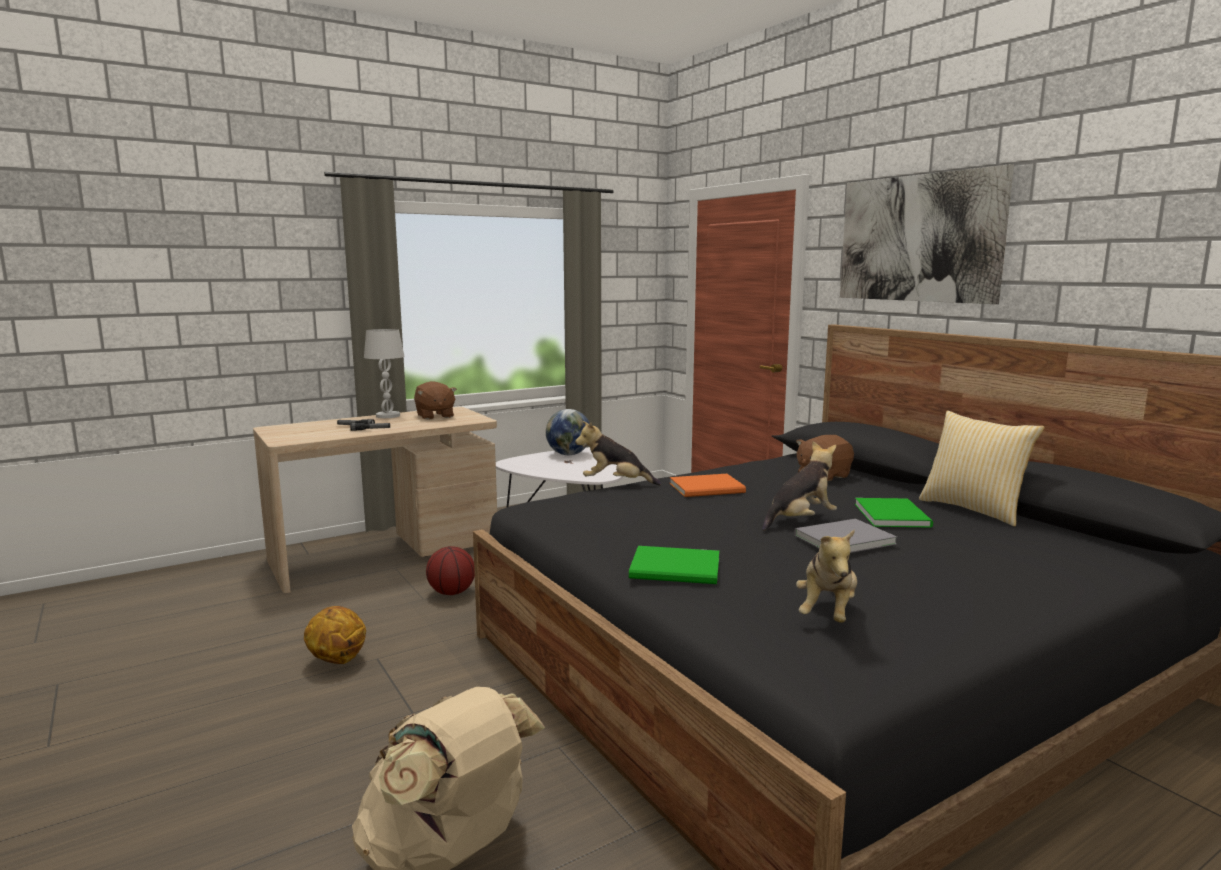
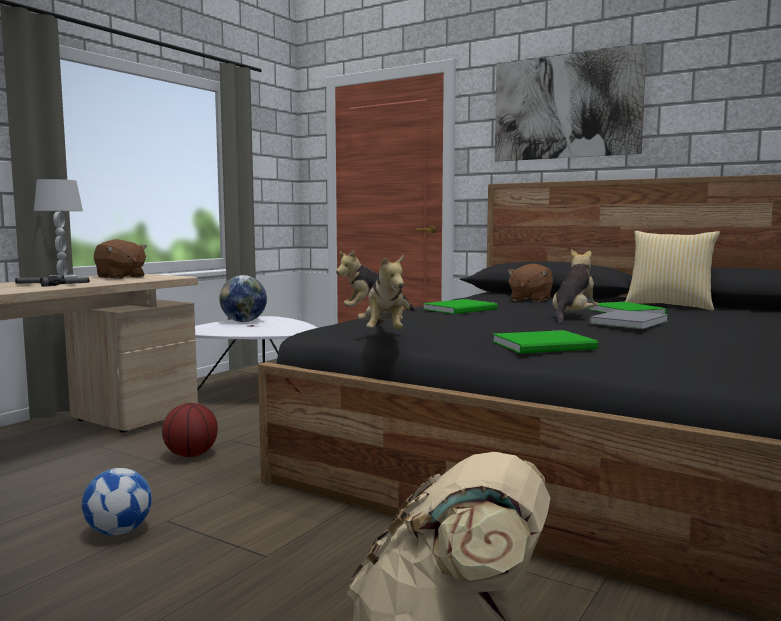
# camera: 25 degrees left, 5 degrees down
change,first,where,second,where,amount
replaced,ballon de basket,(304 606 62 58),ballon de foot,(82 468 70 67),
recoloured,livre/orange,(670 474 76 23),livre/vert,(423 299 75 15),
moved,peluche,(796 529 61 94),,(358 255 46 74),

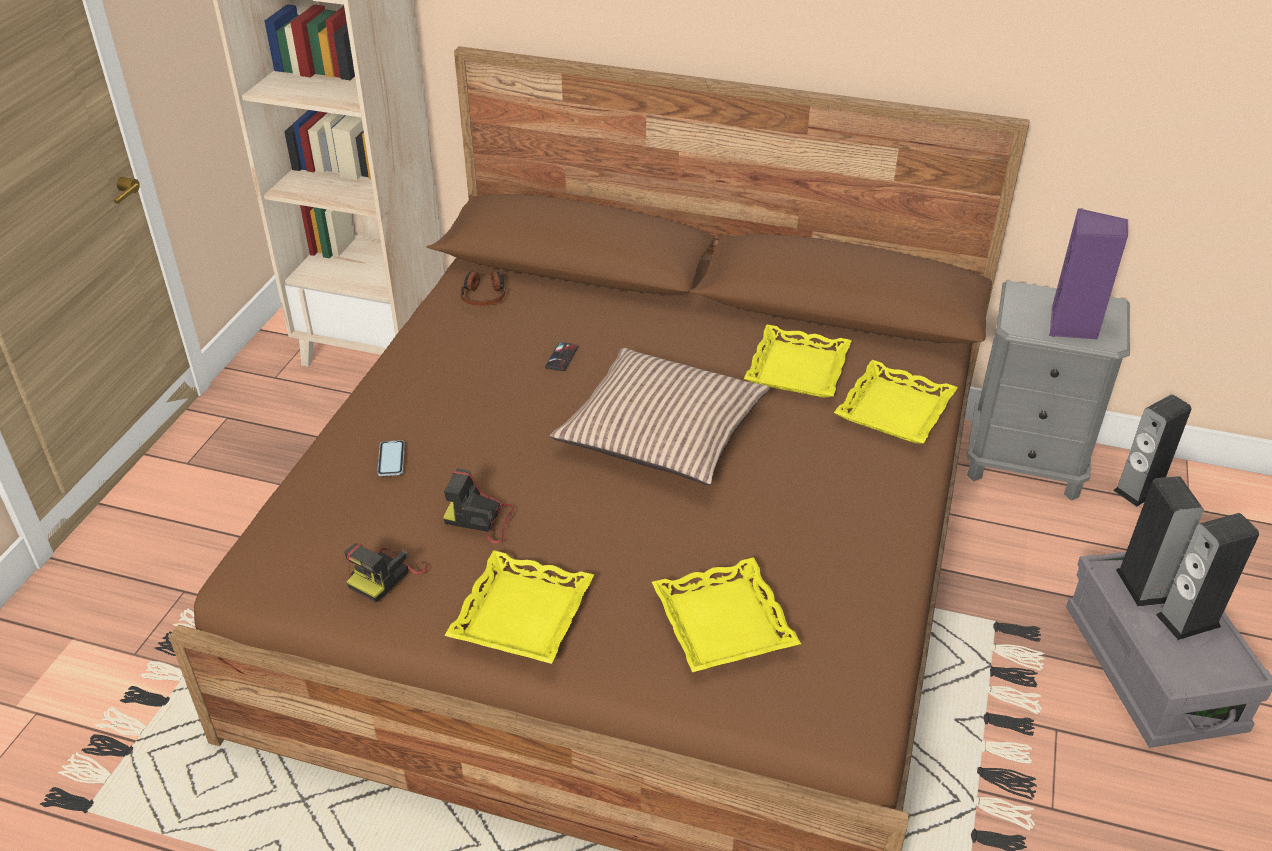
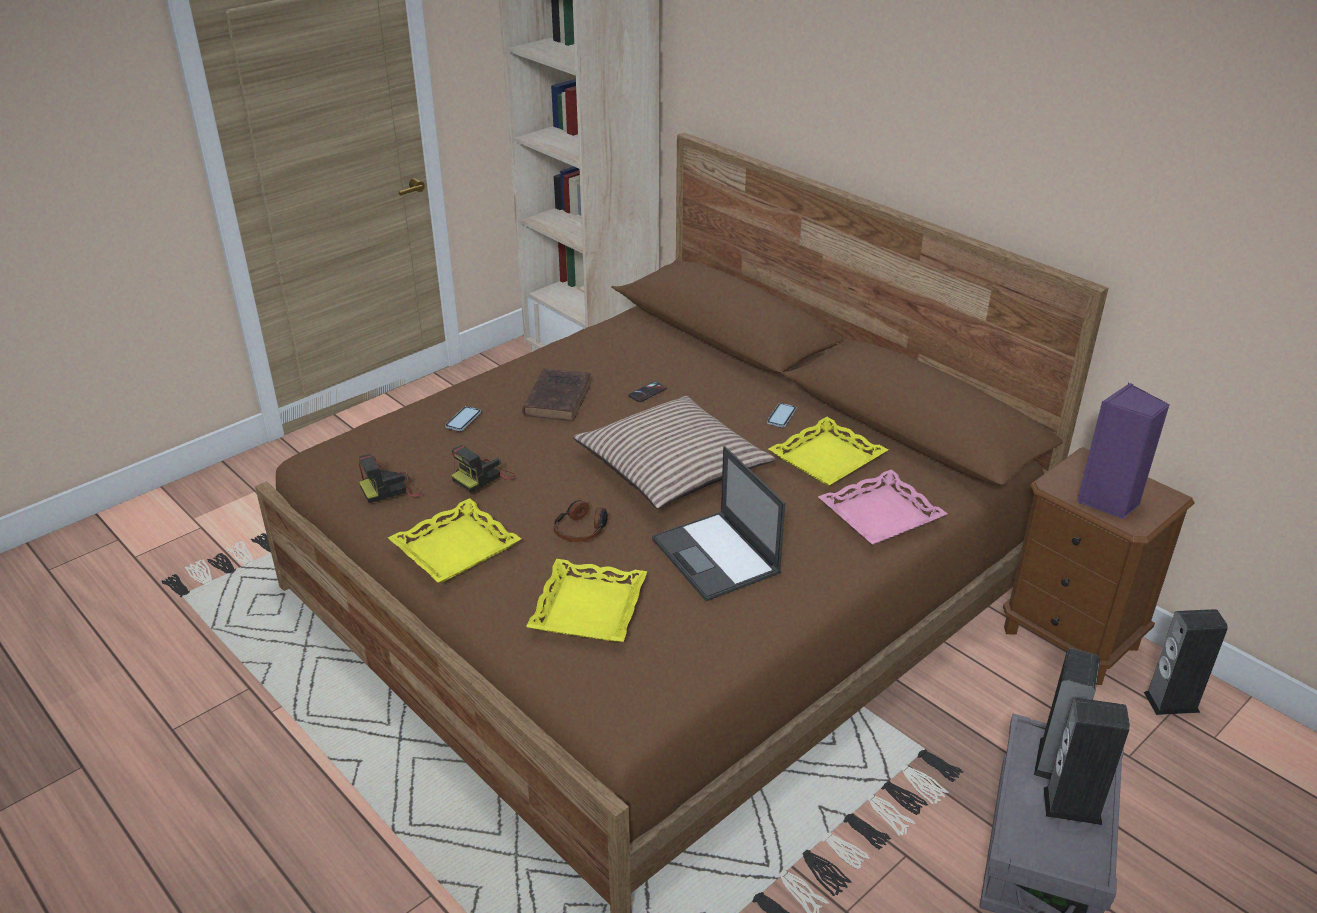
# camera: 30 degrees right, 5 degrees down
change,first,where,second,where,amount
turned,appareil photo,(443 468 71 75),,(451 445 64 48),90 degrees counterclockwise
moved,casque audio,(460 271 46 35),,(553 500 55 42),
recoloured,plateau/jaune,(834 360 124 84),plateau/rose,(818 469 130 76),
recoloured,table de chevet/gris,(967 281 163 220),table de chevet/marron,(1003 447 192 238),
added,,,livre/marron,(522 368 69 54),
added,,,ordinateur portable,(652 446 133 155),
added,,,téléphone,(767 403 30 24),

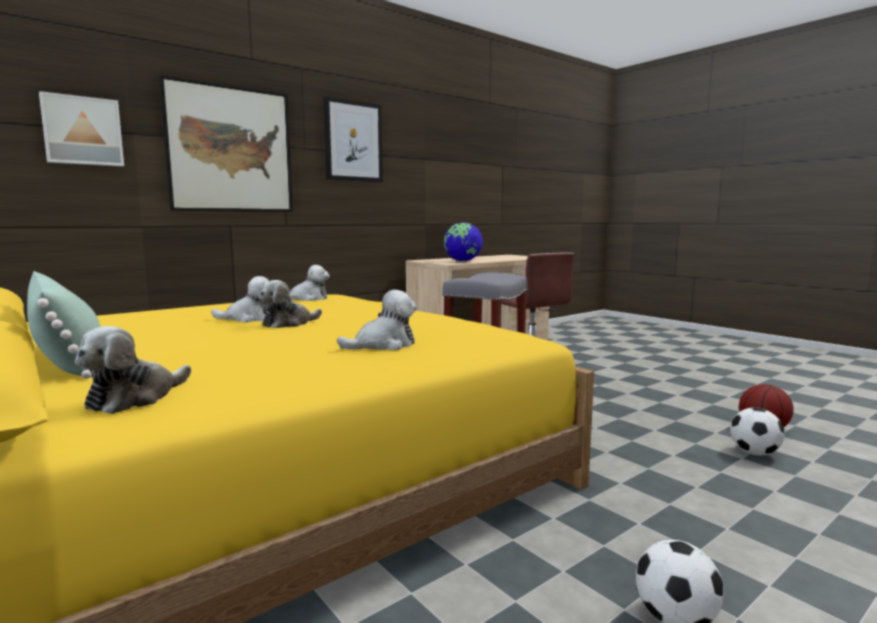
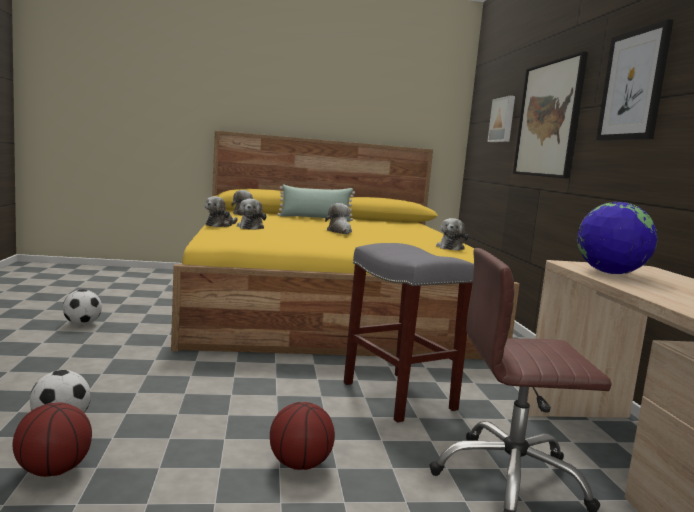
# camera: 120 degrees right, 0 degrees up
change,first,where,second,where,amount
moved,peluche,(211 276 58 46),,(205 196 33 31),
added,,,ballon de basket,(270 402 65 68),

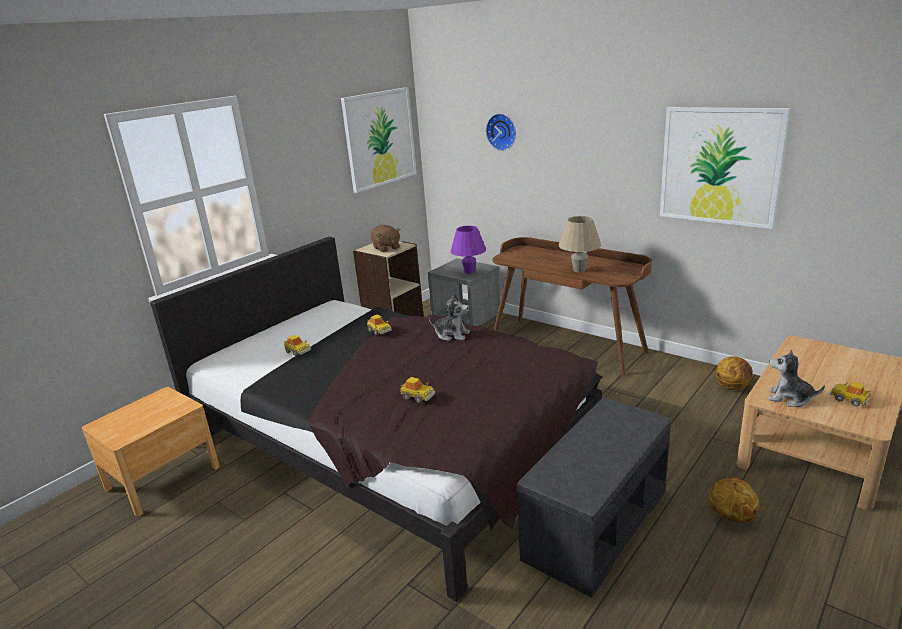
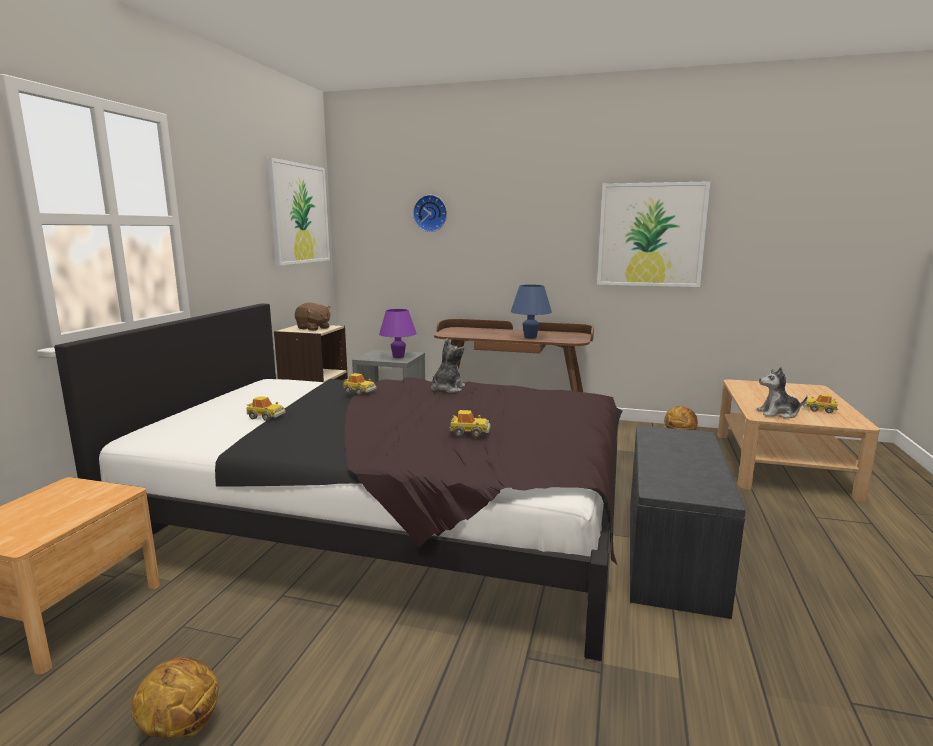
# camera: 25 degrees left, 10 degrees down
change,first,where,second,where,amount
turned,peluche,(429 293 41 48),,(431 339 34 54),60 degrees counterclockwise
recoloured,lampe de table/beige,(559 216 42 56),lampe de table/bleu,(511 284 41 55),
moved,ballon de basket,(709 477 50 46),,(131 657 88 81),

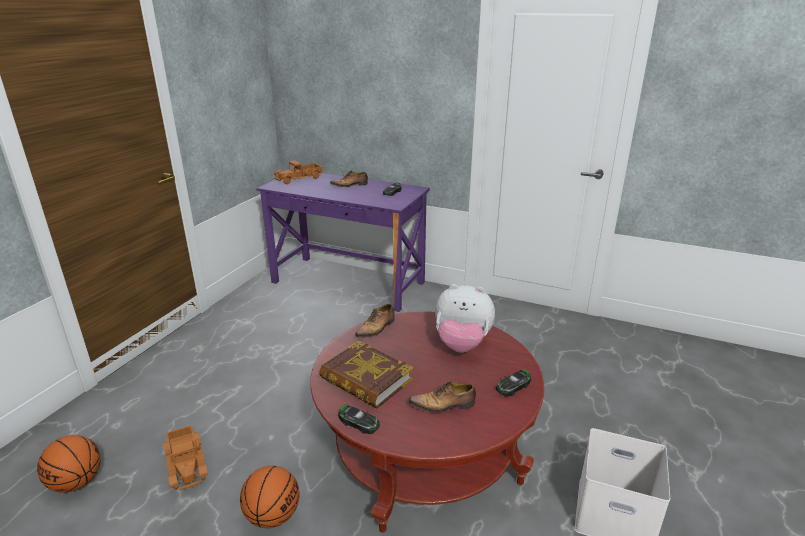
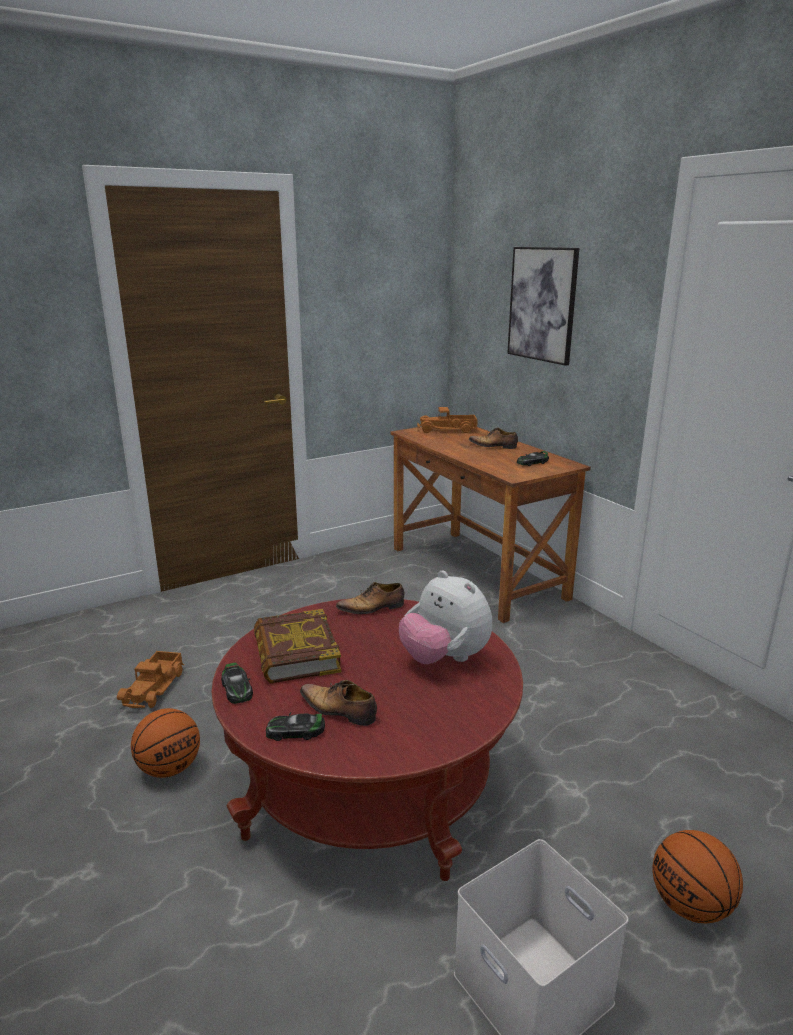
# camera: 35 degrees right, 5 degrees down
change,first,where,second,where,amount
moved,ballon de basket,(37 435 64 57),,(652 830 91 93),
recoloured,bureau/violet,(257 173 173 139),bureau/marron,(390 427 201 196),
moved,petite voiture,(496 369 35 28),,(266 712 59 29),
added,,,tableau,(507 247 72 119),

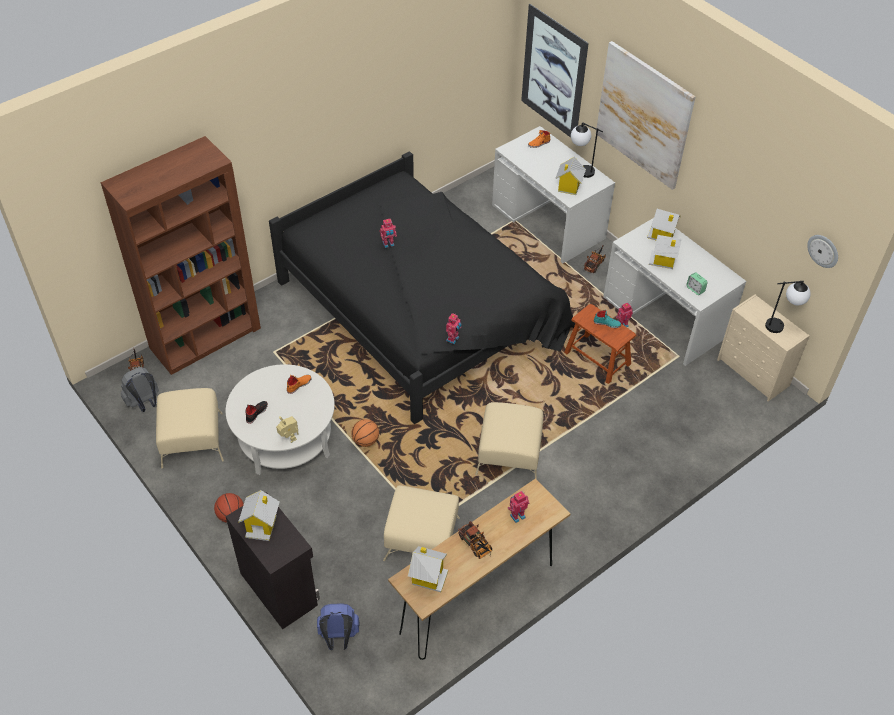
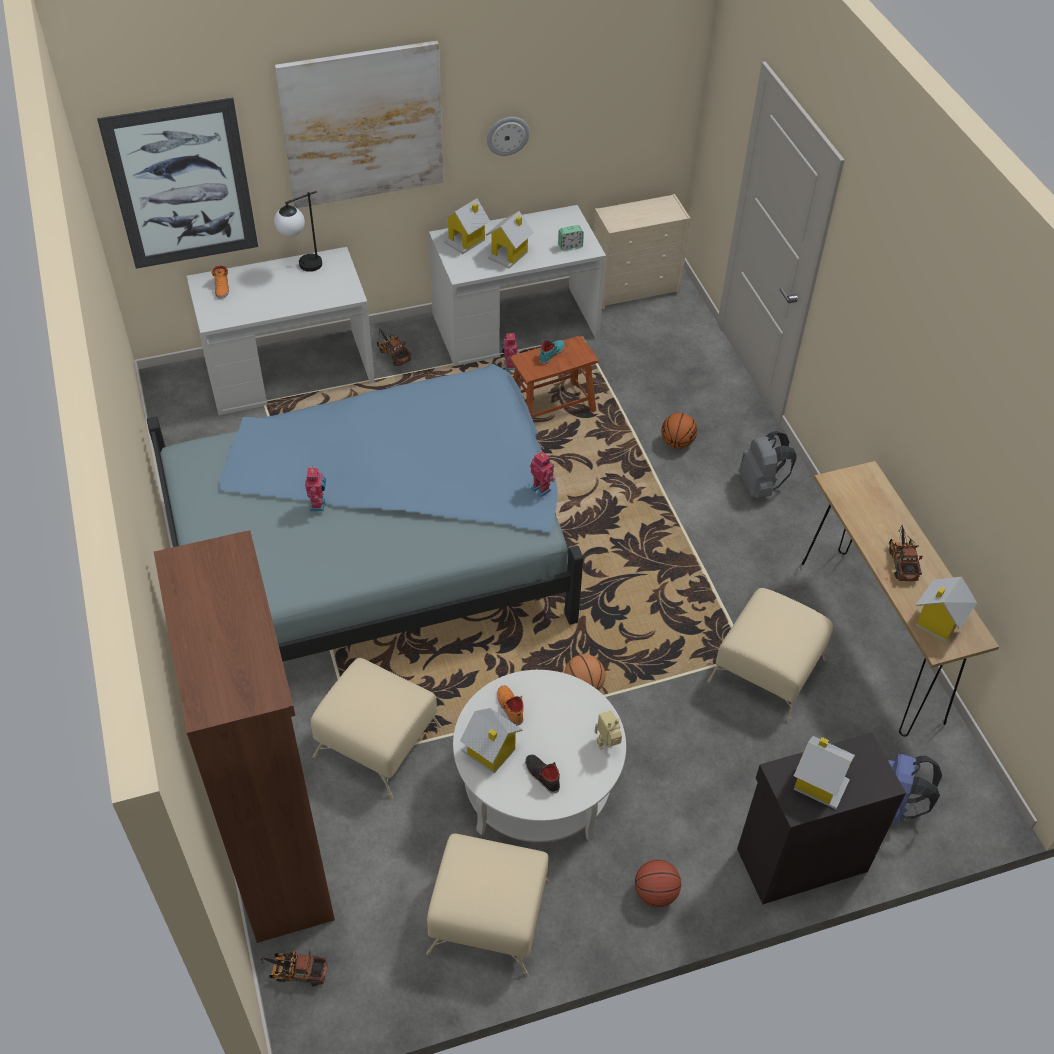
# camera: 70 degrees left, 0 degrees up
change,first,where,second,where,amount
moved,sac à dos/gris,(121 367 38 45),,(739 431 57 67),
recoloured,lit/noir,(269 151 306 273),lit/bleu,(147 364 437 298),
turned,camion jouet,(458 521 34 38),,(889 525 33 56),75 degrees counterclockwise
moved,pouf/beige,(475 402 68 77),,(311 658 131 141),
removed,robot jouet,(507 491 22 32),,,
moved,maison miniature,(556 157 30 38),,(460 708 63 65),
removed,lampe de table,(765 281 46 52),,,
moved,horloge murale,(807 235 31 33),,(487 117 43 39),
added,,,ballon de basket,(661 413 36 36),

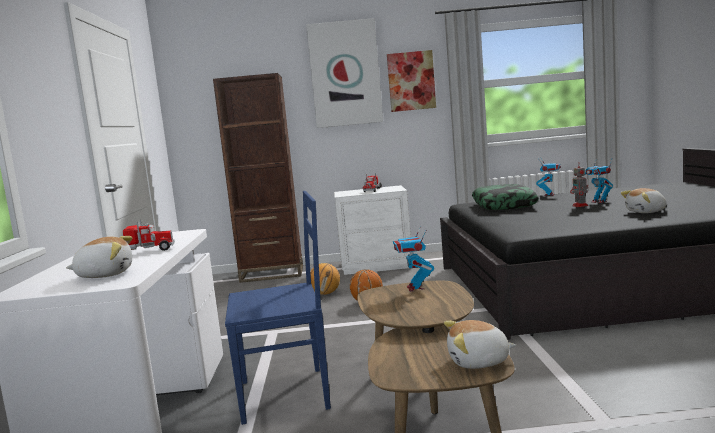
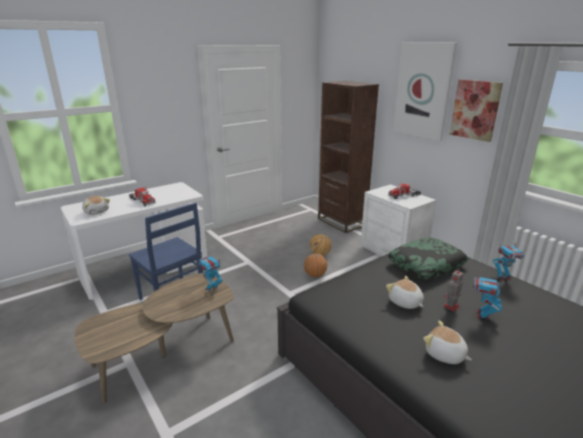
# camera: 55 degrees right, 15 degrees up
change,first,where,second,where,amount
moved,peluche,(444 320 72 49),,(386 276 38 33),

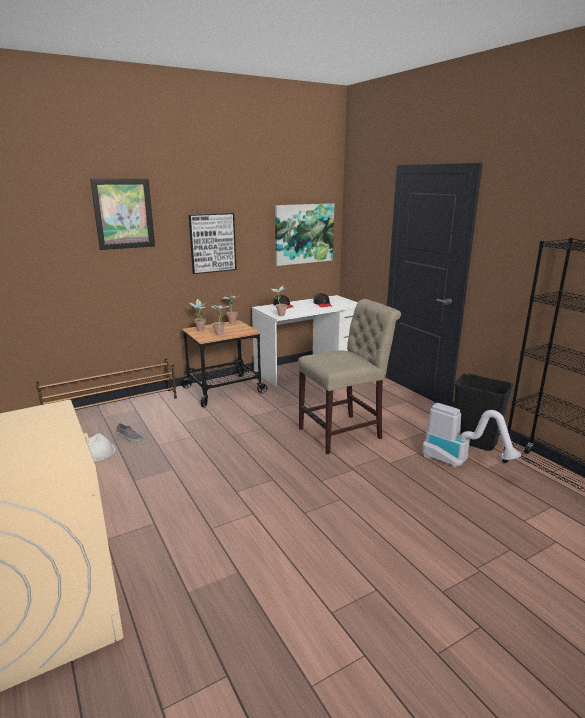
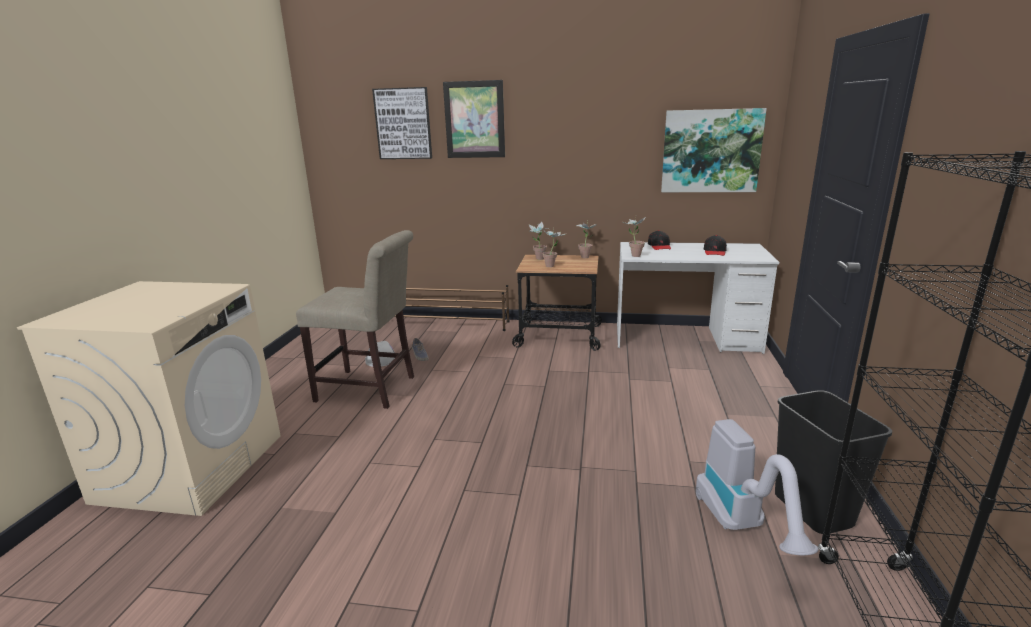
# camera: 40 degrees right, 0 degrees up
change,first,where,second,where,amount
moved,tableau,(189 213 47 61),,(372 87 60 72),
moved,chaise/beige,(298 299 103 155),,(296 230 118 179),

